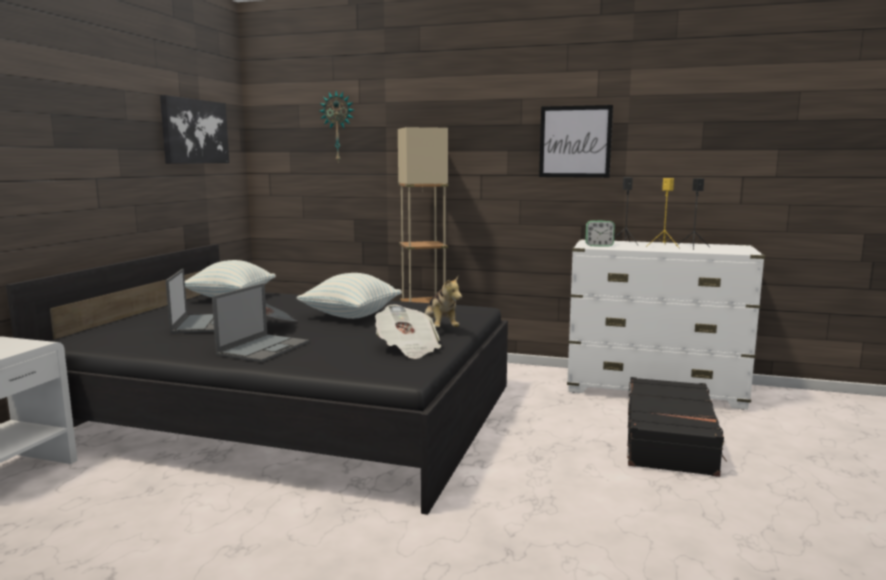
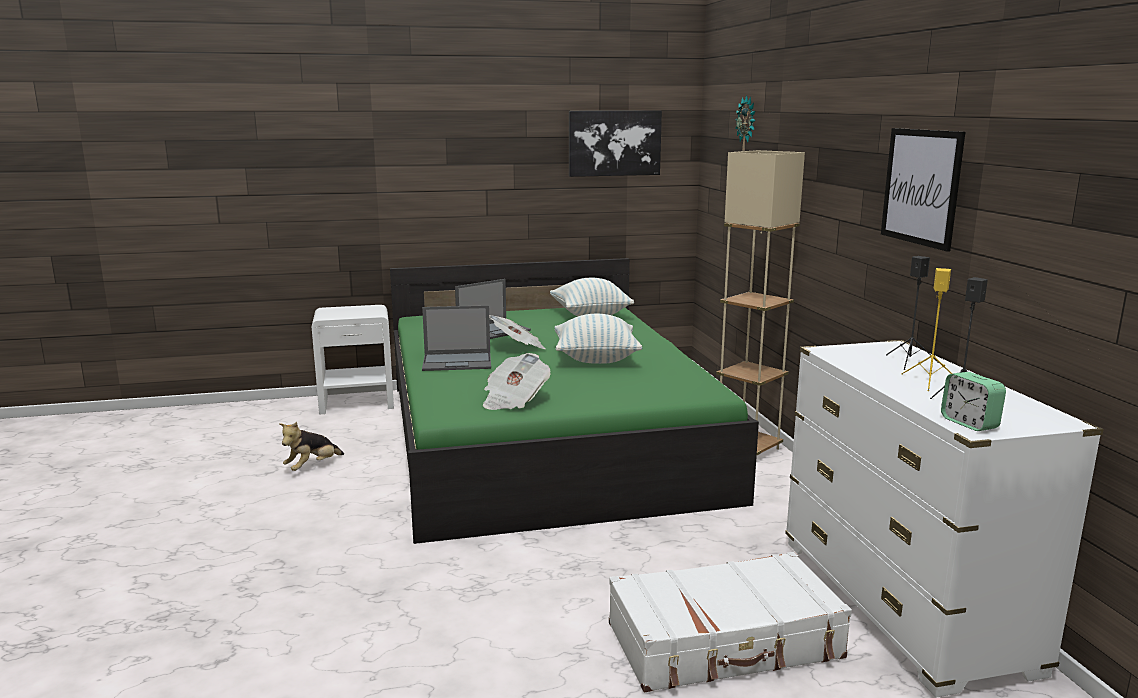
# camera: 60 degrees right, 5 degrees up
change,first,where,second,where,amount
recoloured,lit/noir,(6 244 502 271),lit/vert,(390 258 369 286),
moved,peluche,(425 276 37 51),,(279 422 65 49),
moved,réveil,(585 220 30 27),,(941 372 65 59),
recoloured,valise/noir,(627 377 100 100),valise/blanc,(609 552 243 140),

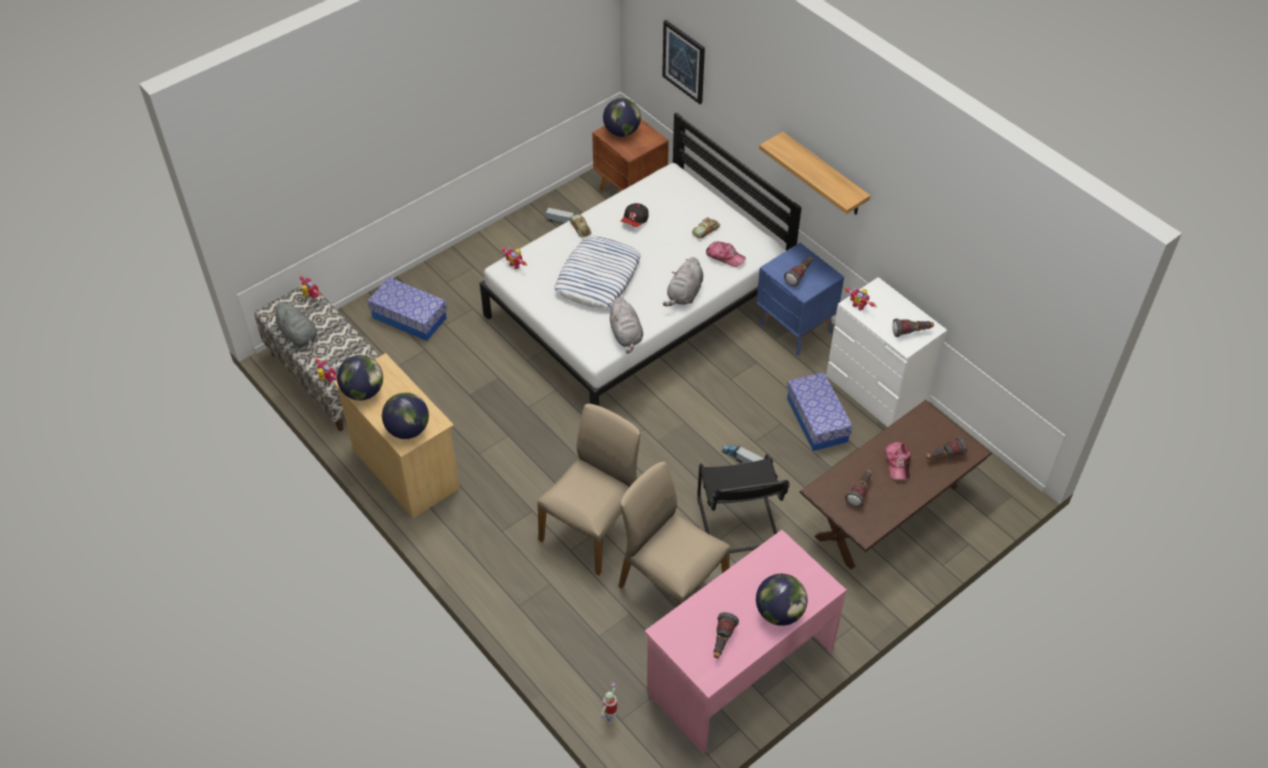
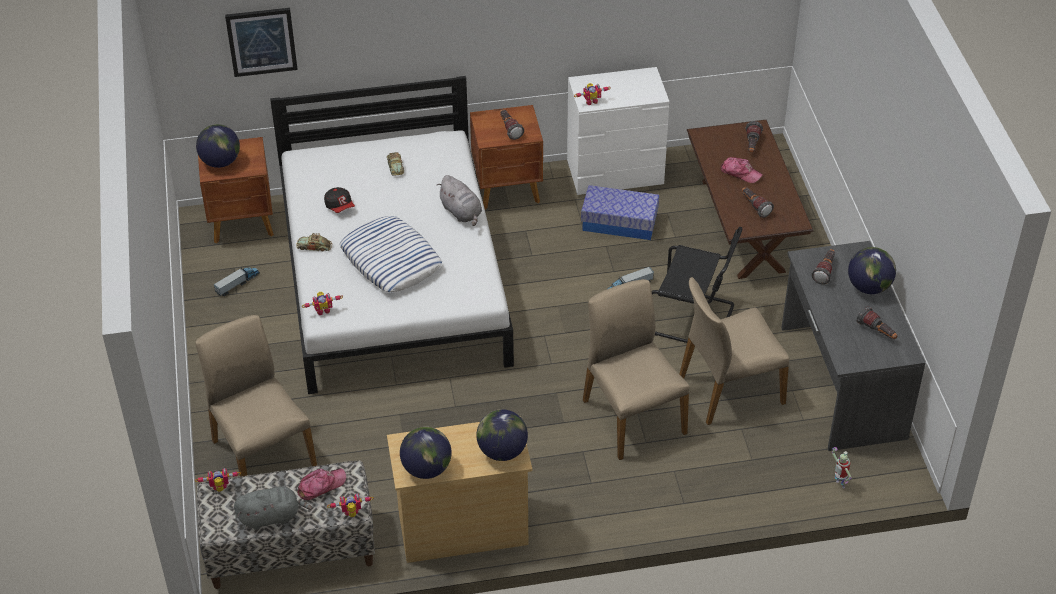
# camera: 60 degrees left, 5 degrees down
change,first,where,second,where,amount
replaced,boîte de rangement,(368 277 79 64),chaise/beige,(195 315 122 162),
removed,peluche/gris,(608 297 35 57),,,
recoloured,bureau/rose,(645 530 202 224),bureau/gris,(781 241 144 210),
moved,casquette,(706 242 40 25),,(297 469 49 31),
recoloured,table de chevet/bleu,(756 243 88 112),table de chevet/marron,(470 105 73 105),
removed,étagère,(759 132 112 82),,,
moved,lampe de poche,(892 318 42 19),,(812 249 23 35),

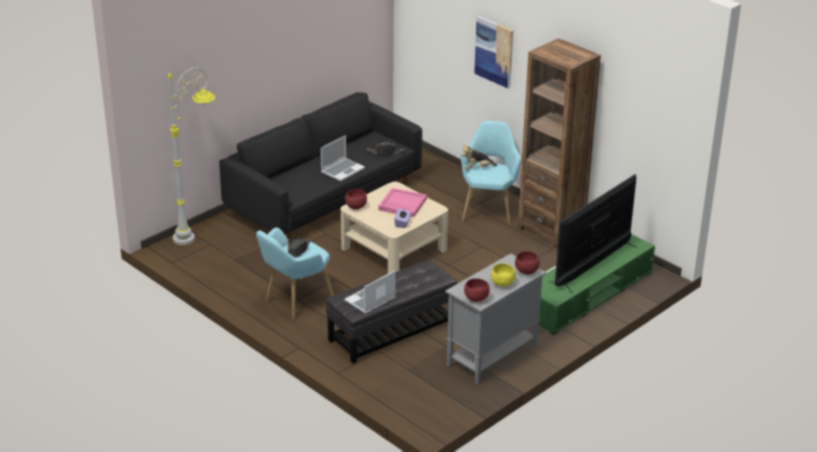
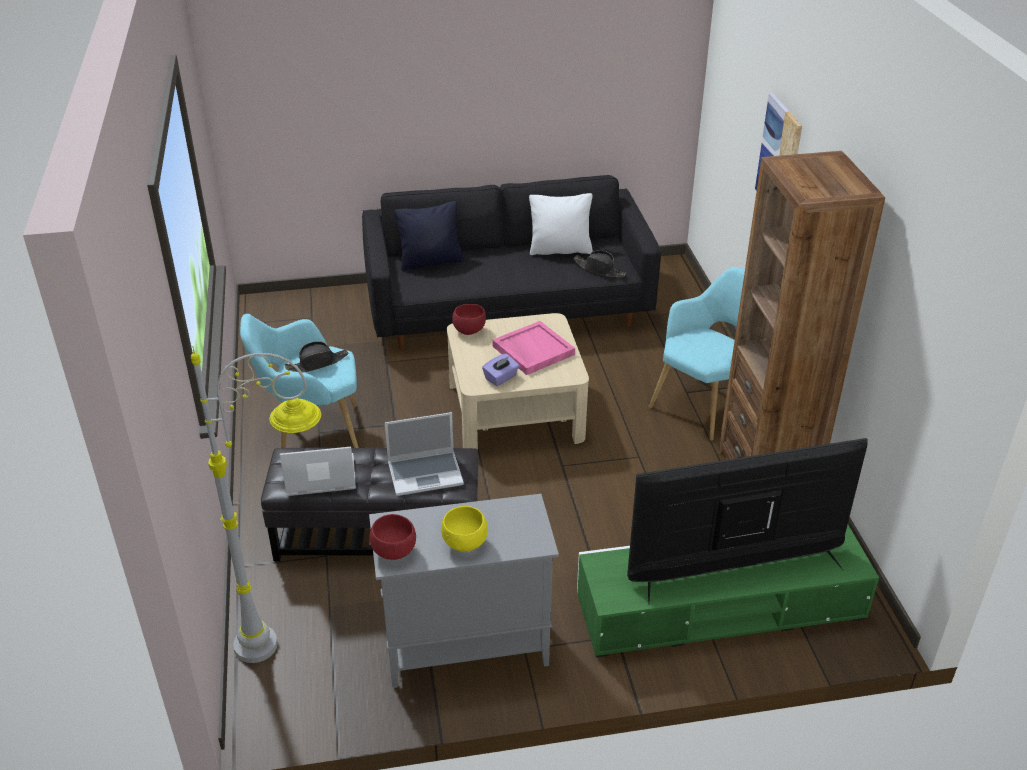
# camera: 35 degrees right, 5 degrees up
change,first,where,second,where,amount
moved,lampadaire/gris,(168 67 47 178),,(191 346 130 317),
moved,ordinateur portable,(321 135 44 46),,(385 412 79 84),
removed,peluche,(461 144 36 25),,,
removed,bol/rouge,(515 251 25 24),,,
added,,,coussin/noir,(394 201 70 70),
added,,,coussin/blanc,(529 193 64 62),

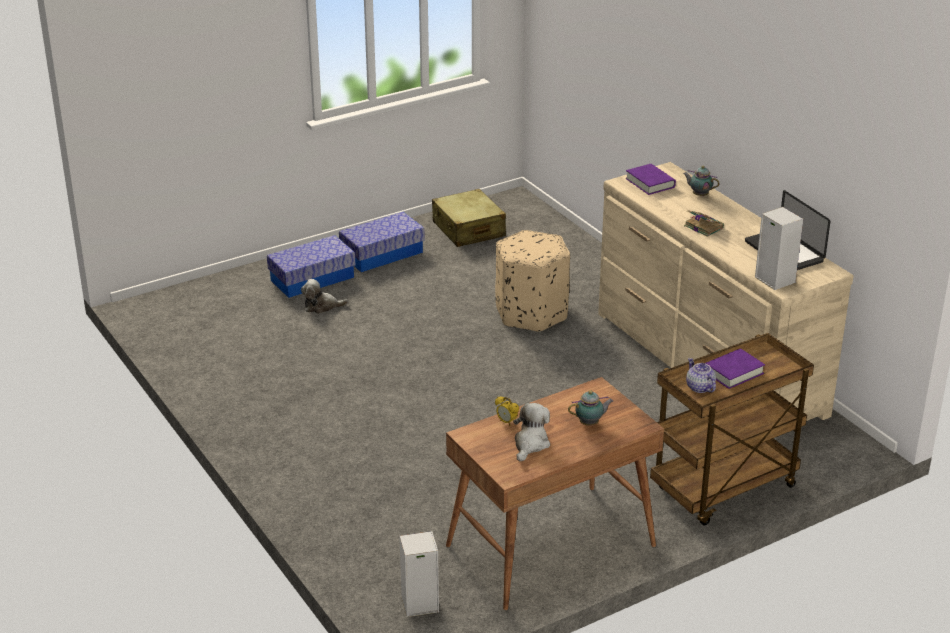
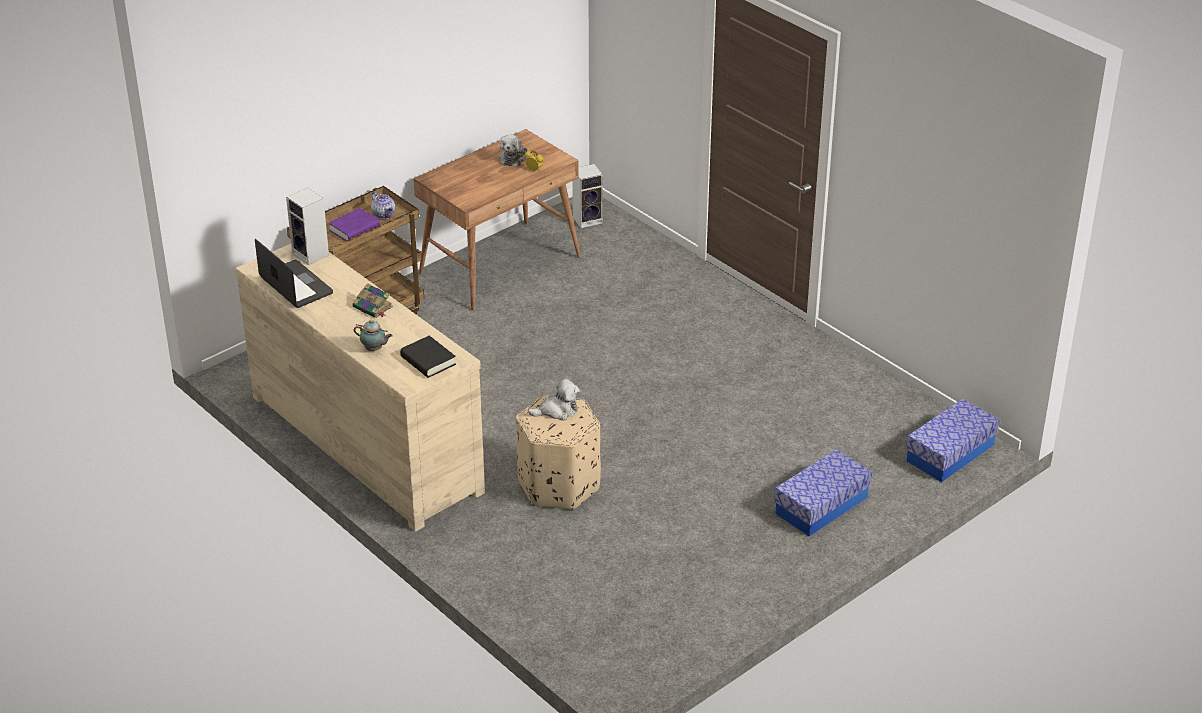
# camera: 170 degrees right, 5 degrees up
change,first,where,second,where,amount
moved,peluche,(301 279 47 35),,(528 378 52 43),
moved,boîte de rangement,(339 212 86 60),,(906 399 94 83),
removed,valise/beige,(432 189 74 58),,,
removed,théière,(568 390 45 36),,,
recoloured,livre/violet,(626 164 50 31),livre/noir,(400 335 56 43),

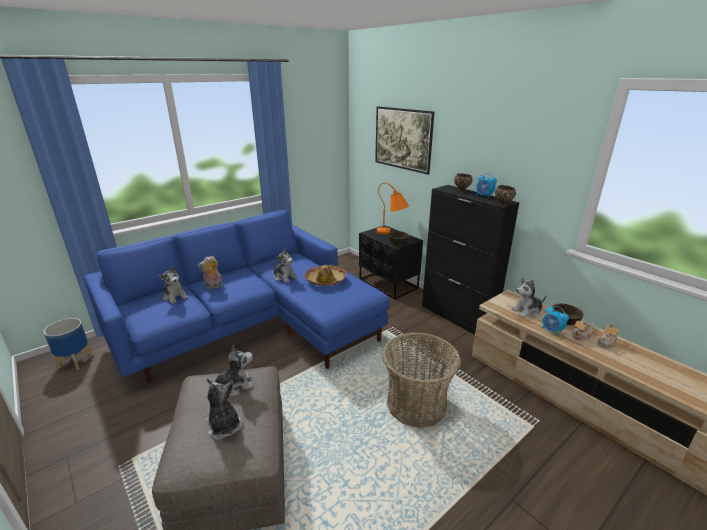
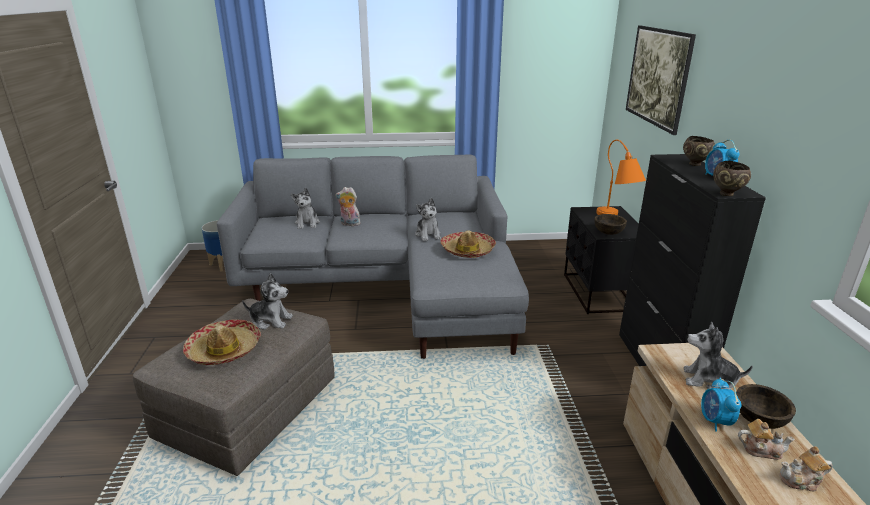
# camera: 35 degrees right, 0 degrees up
change,first,where,second,where,amount
recoloured,canapé/bleu,(84 210 306 173),canapé/gris,(217 155 312 204),
replaced,peluche,(207 381 35 59),chapeau,(183 319 78 46),
removed,panier,(382 332 79 96),,,

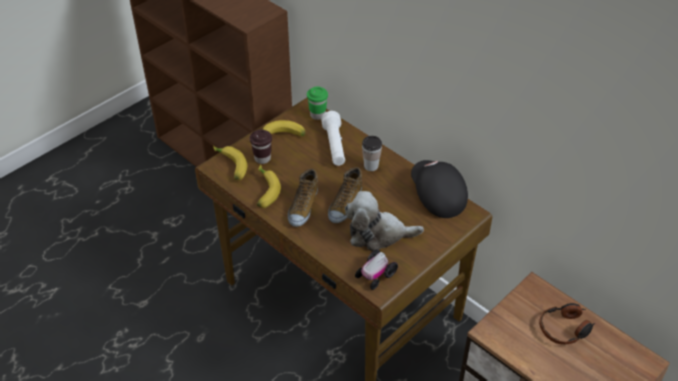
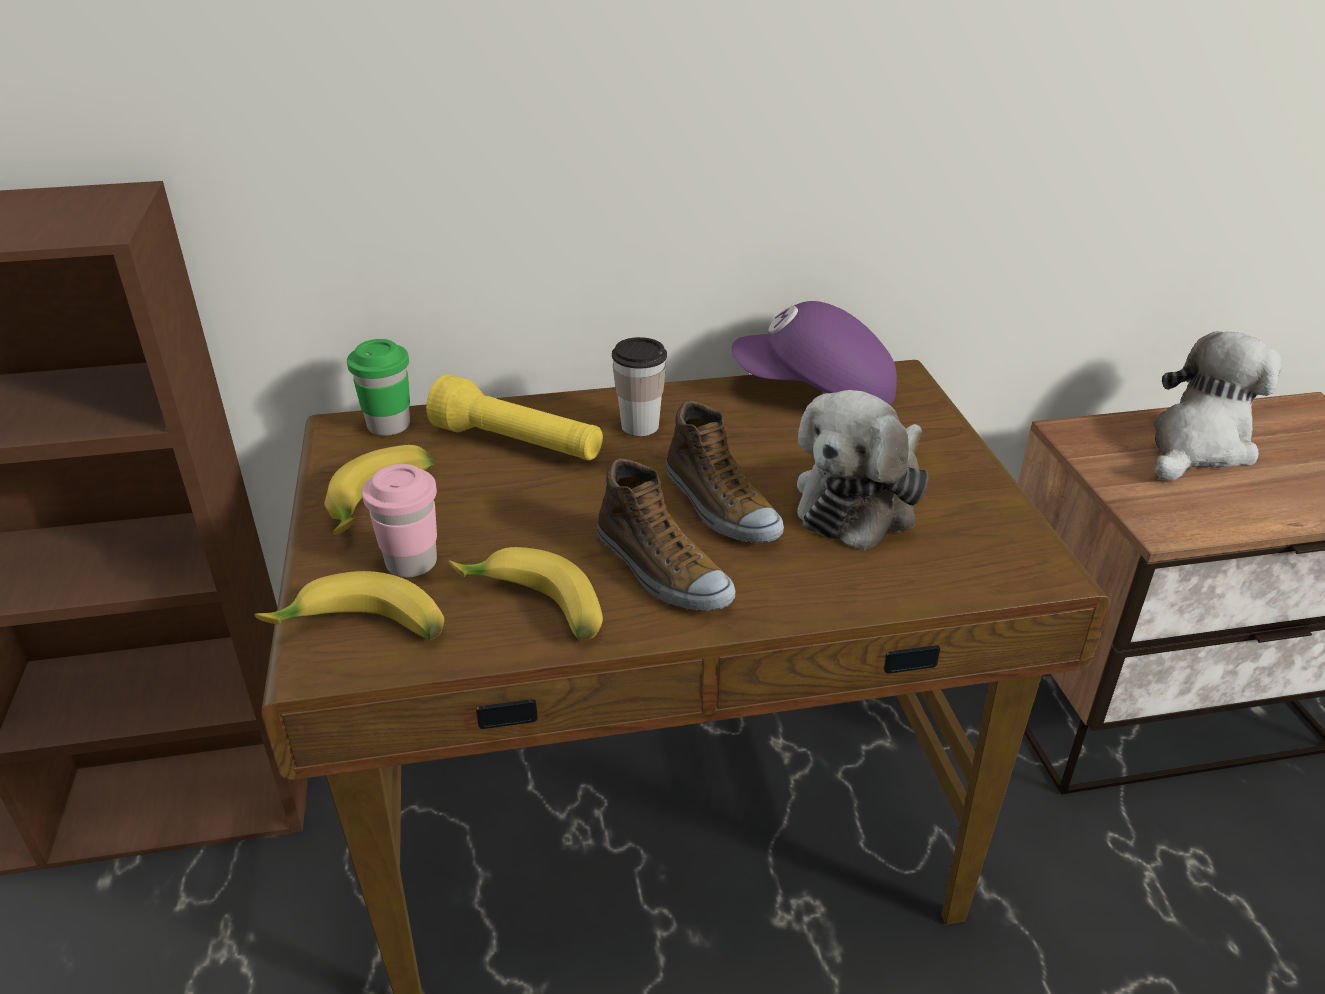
# camera: 55 degrees left, 10 degrees down
change,first,where,second,where,amount
recoloured,tasse/marron,(250 129 22 35),tasse/rose,(362 464 75 114),
recoloured,lampe de poche/blanc,(321 111 24 55),lampe de poche/jaune,(426 374 177 86),
removed,petite voiture,(355 250 43 40),,,
recoloured,casquette/noir,(411 160 57 58),casquette/violet,(732 301 165 104),
replaced,casque audio,(539 303 56 42),peluche,(1153 331 129 149),

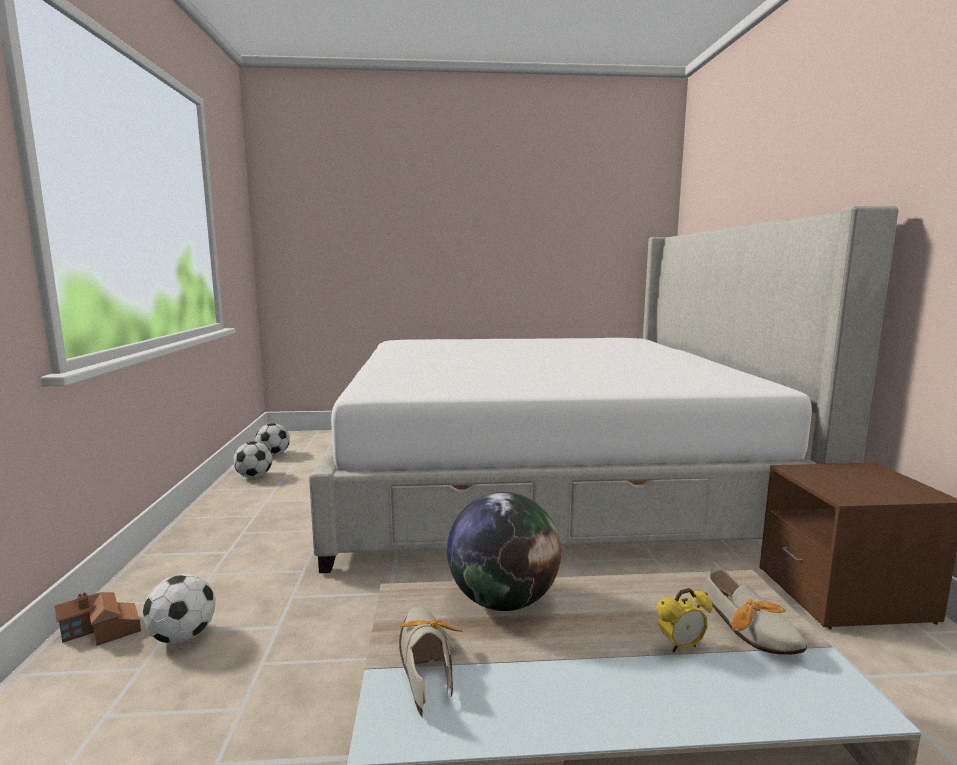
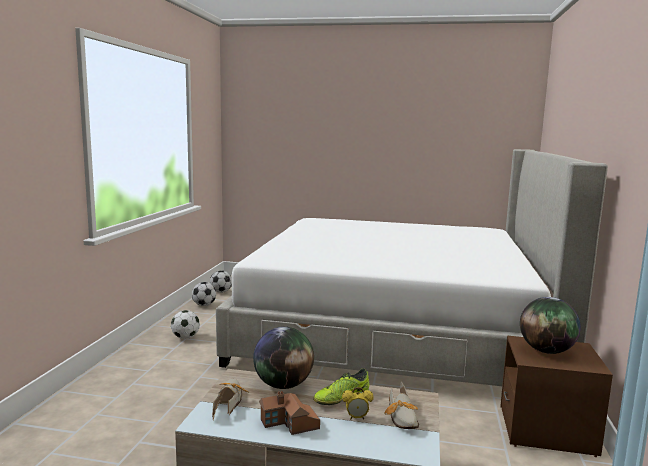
# camera: 15 degrees right, 0 degrees up
change,first,where,second,where,amount
moved,maison miniature,(55 592 86 54),,(259 391 61 44),
moved,ballon de foot,(142 574 74 70),,(171 310 29 29),
added,,,chaussure,(313 368 56 37),
added,,,globe,(520 297 61 57),

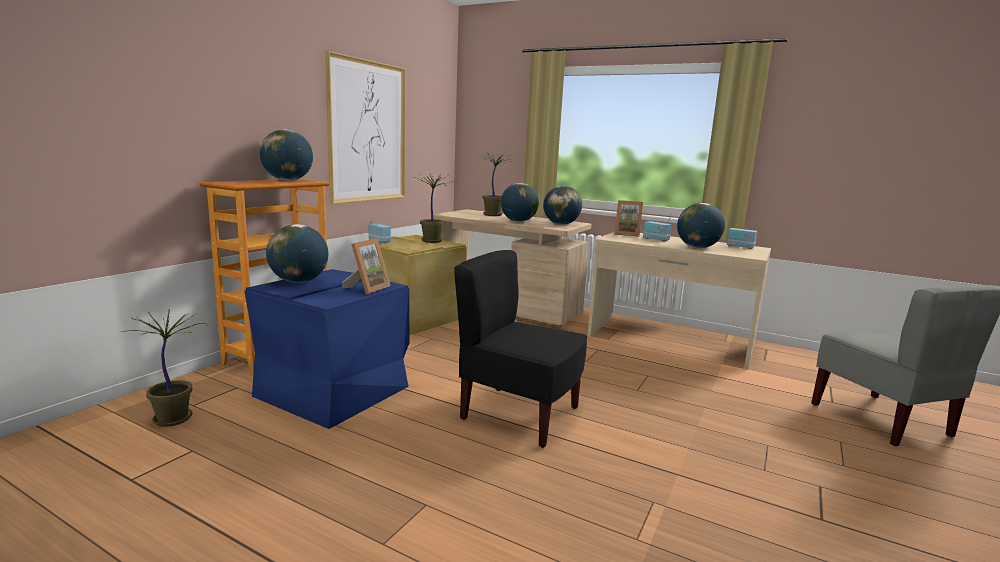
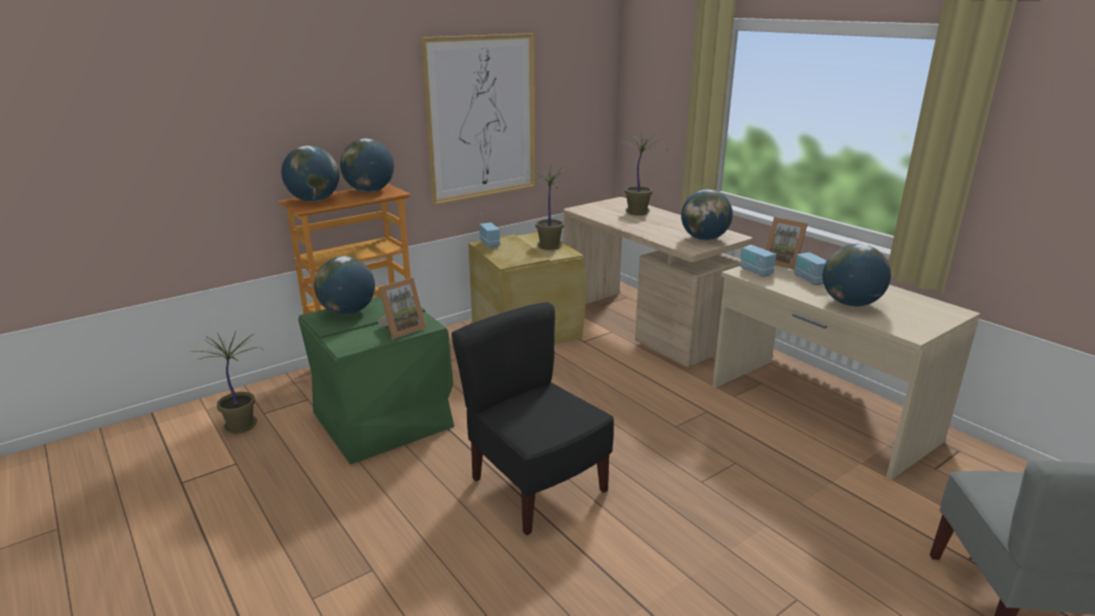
# camera: 25 degrees right, 10 degrees up
change,first,where,second,where,amount
recoloured,boîte de rangement/bleu,(245 269 164 160),boîte de rangement/vert,(298 296 156 169),
moved,globe,(501 183 38 39),,(281 146 58 56),
moved,radio,(727 220 31 29),,(740 240 36 37),

